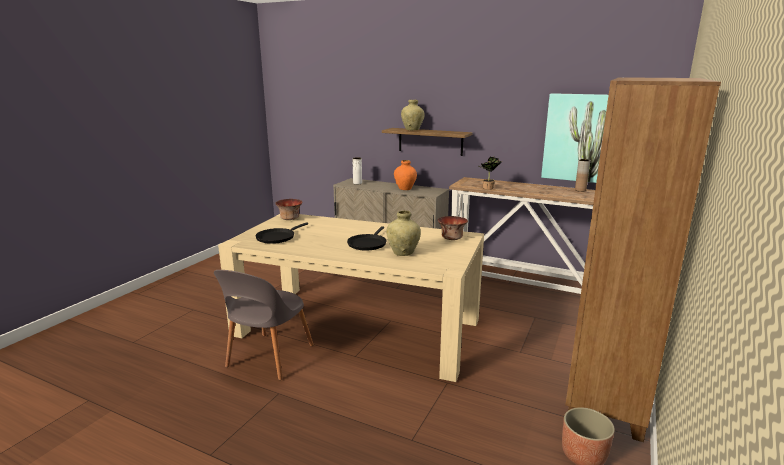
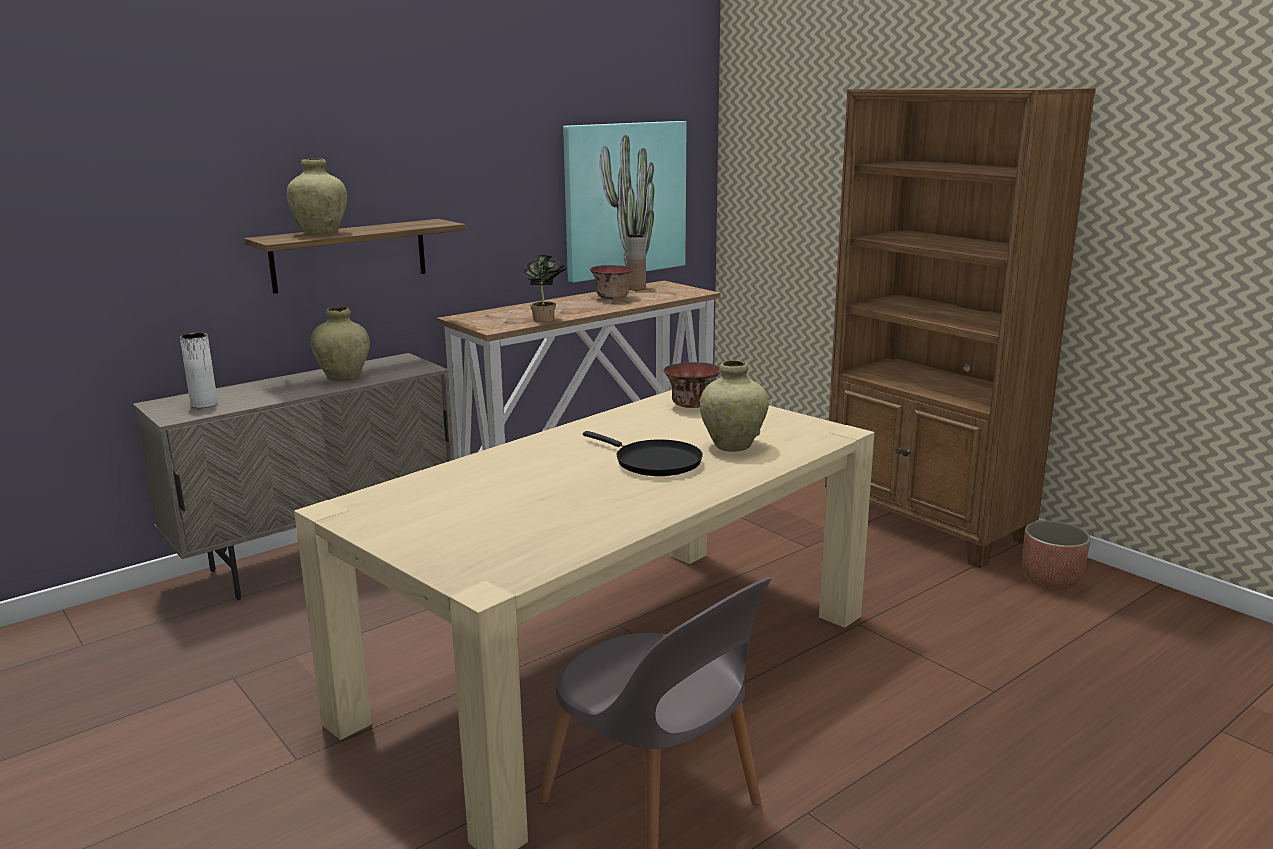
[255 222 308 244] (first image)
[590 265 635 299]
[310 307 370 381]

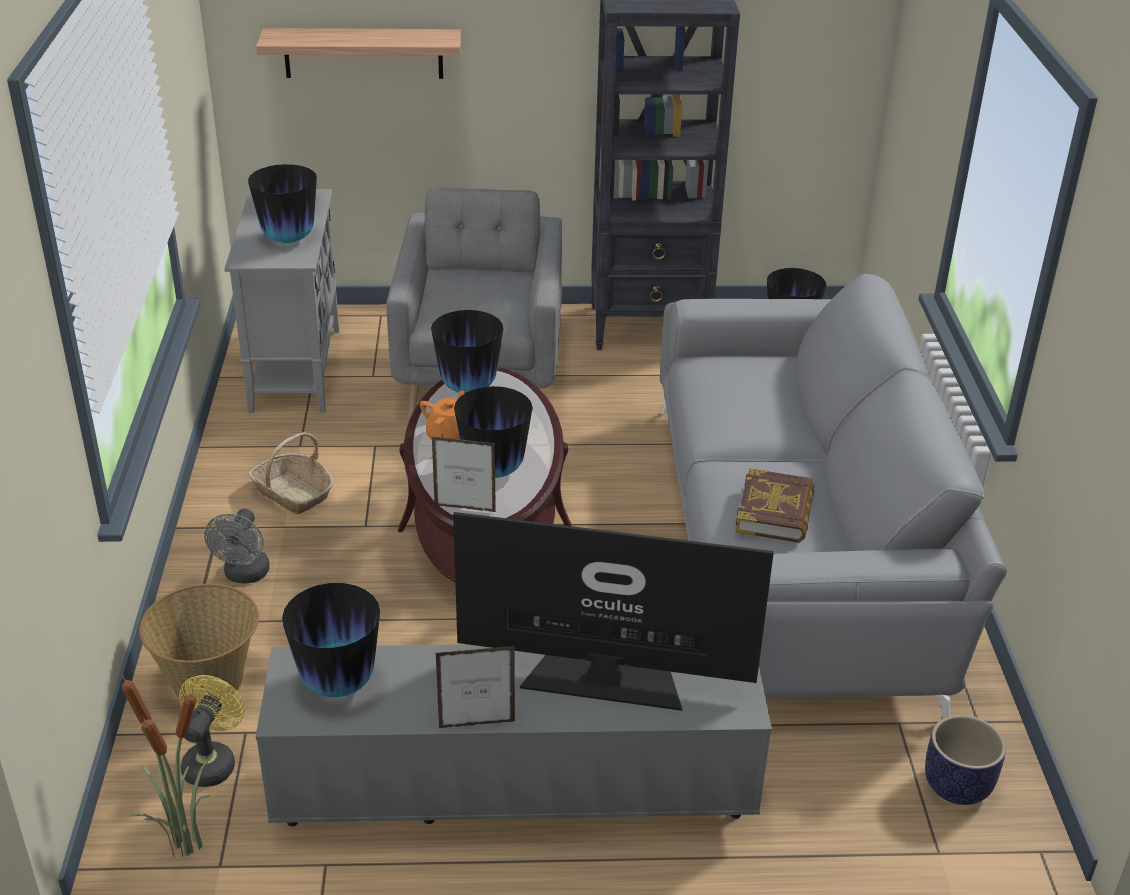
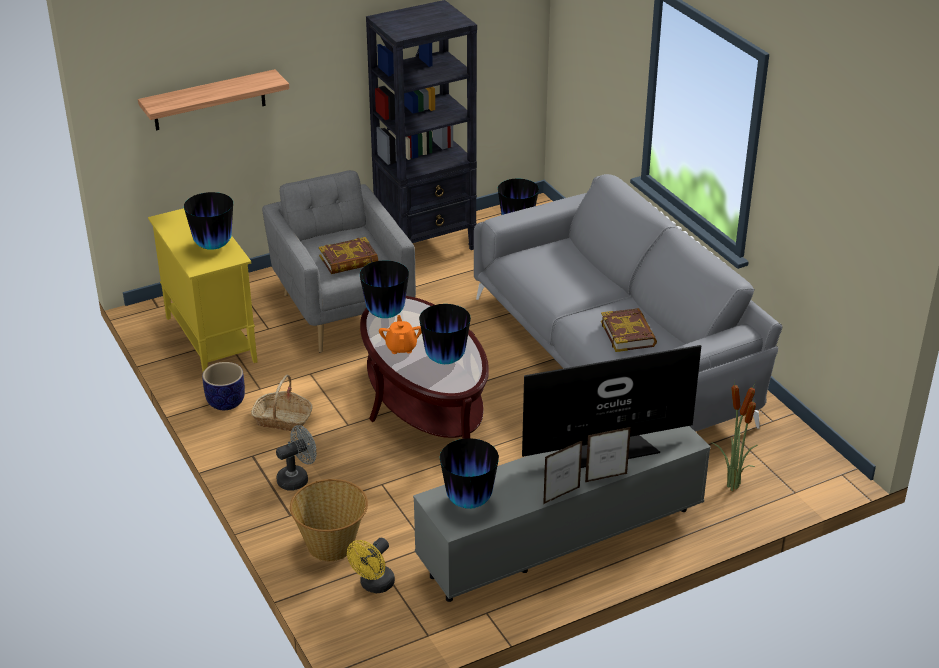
[712 381 758 491]
[347 538 395 593]
[276 425 316 490]
[148 208 257 372]
[585 427 631 482]
[202 362 245 410]
[319 237 379 274]

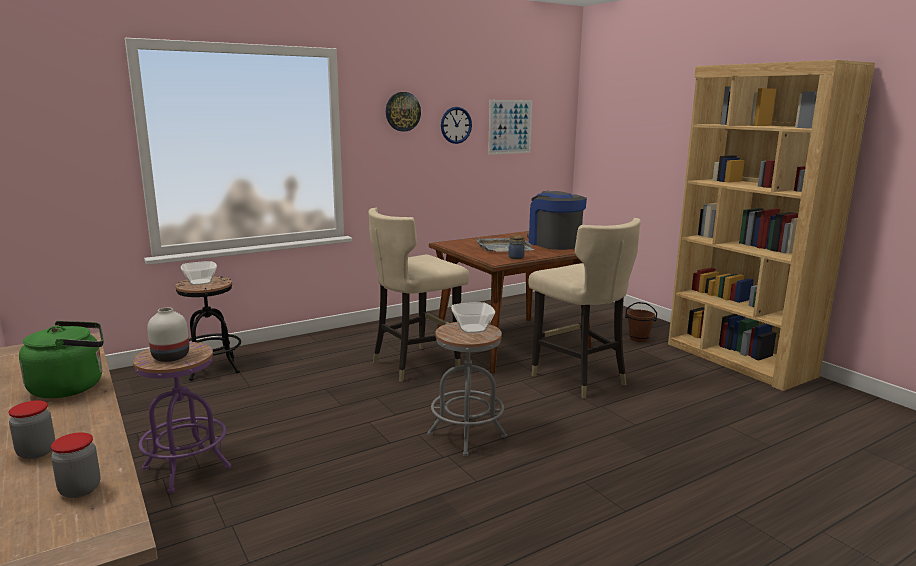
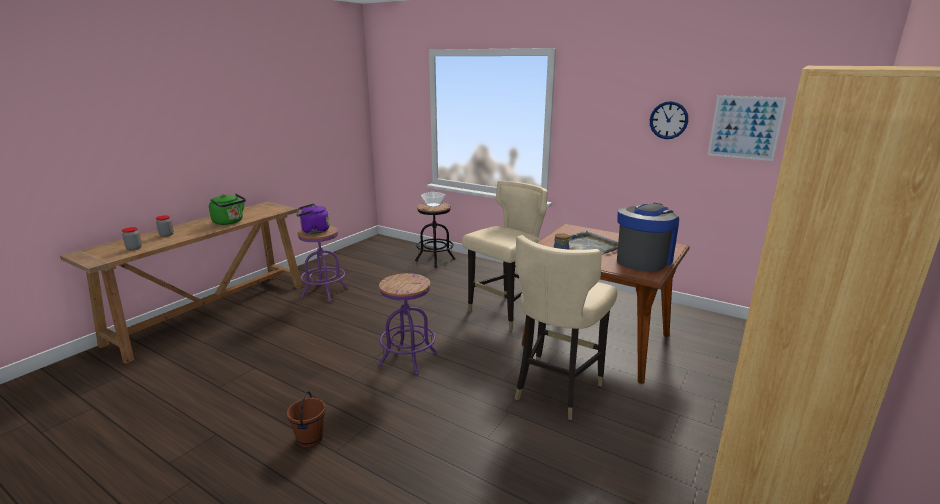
[296 204 330 234]
[462 181 548 330]
[386 92 421 132] (first image)
[379 273 437 375]
[451 302 495 333] (first image)
[287 391 326 447]

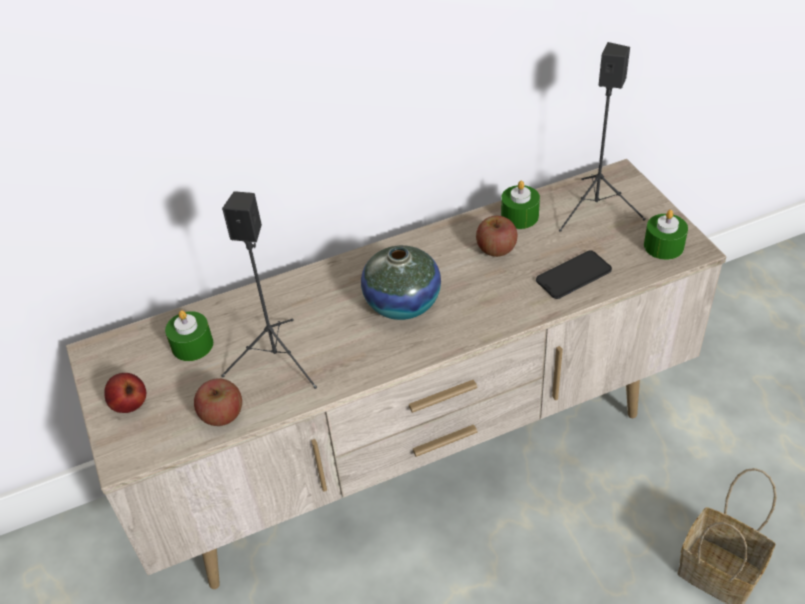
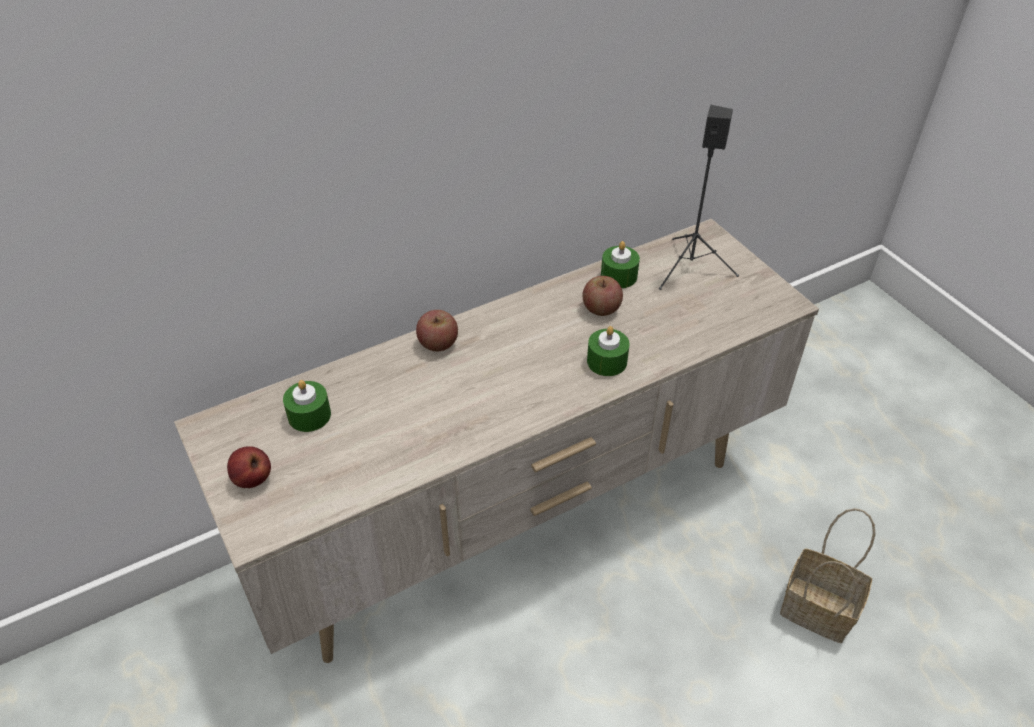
[416 310 458 351]
[221 191 317 389] (first image)
[361 245 441 320] (first image)
[536 250 612 299] (first image)
[587 326 630 376]

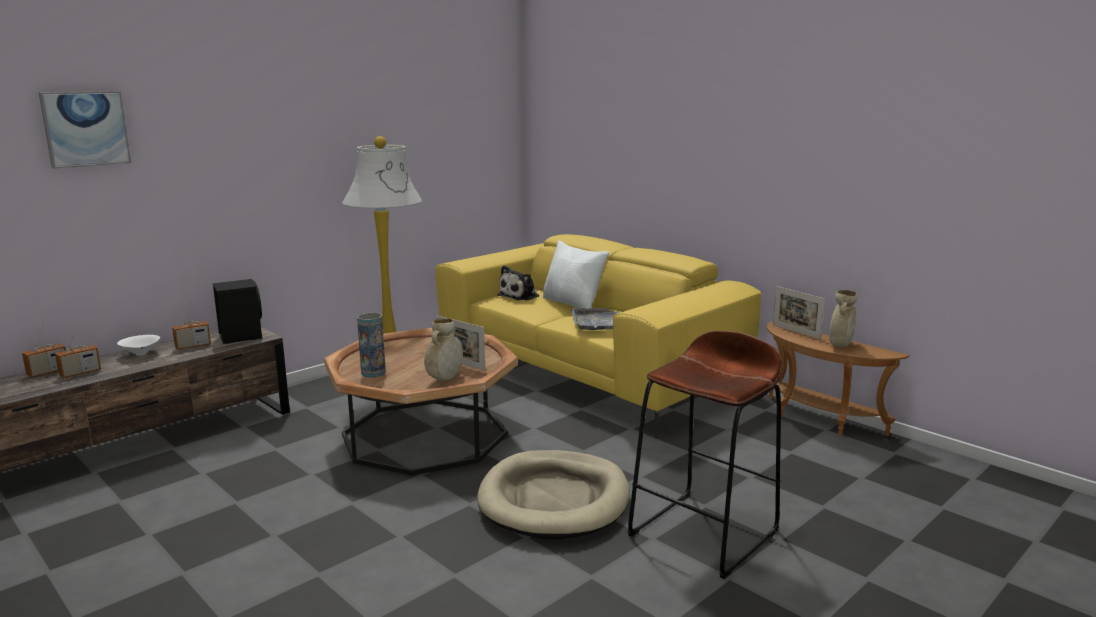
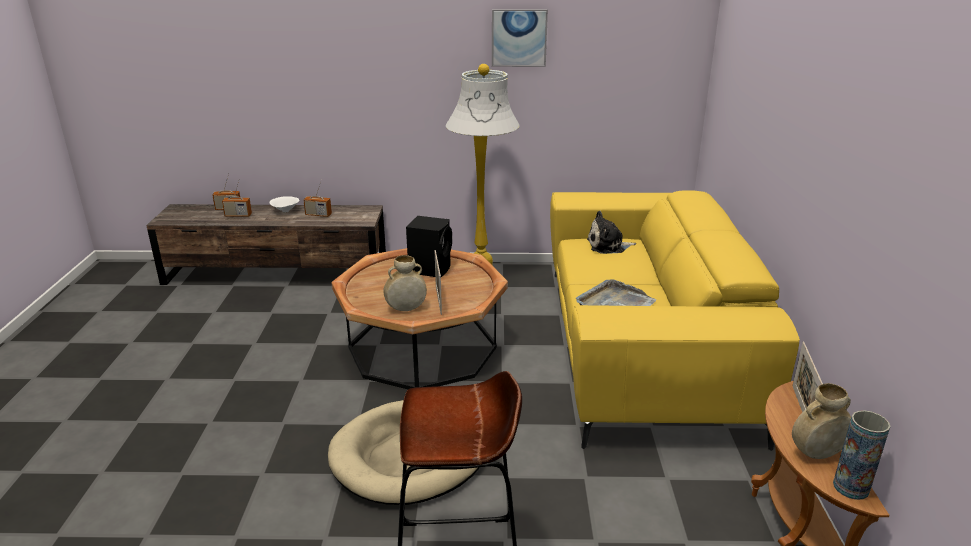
[492 9 548 67]
[406 216 452 277]
[833 410 890 500]
[543 240 609 309] (first image)

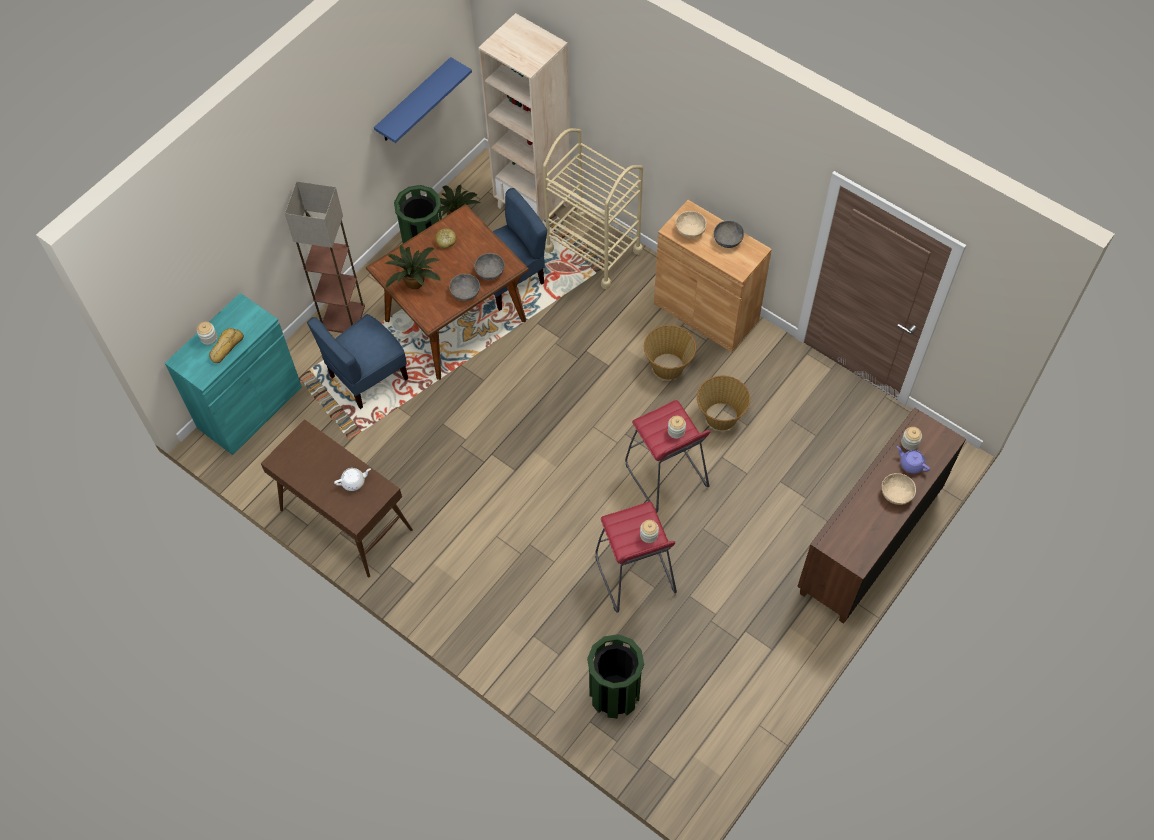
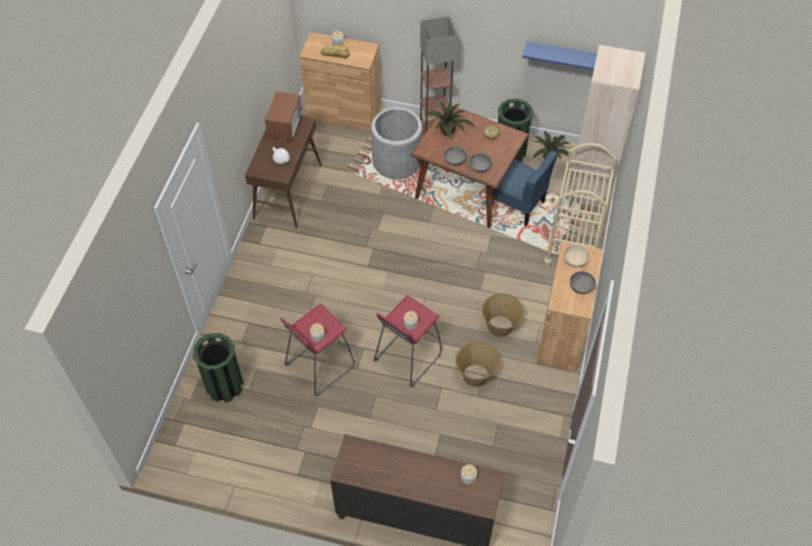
[299 32 381 131]
[371 107 422 179]
[882 473 916 505] (first image)
[897 446 930 474] (first image)
[265 91 302 141]

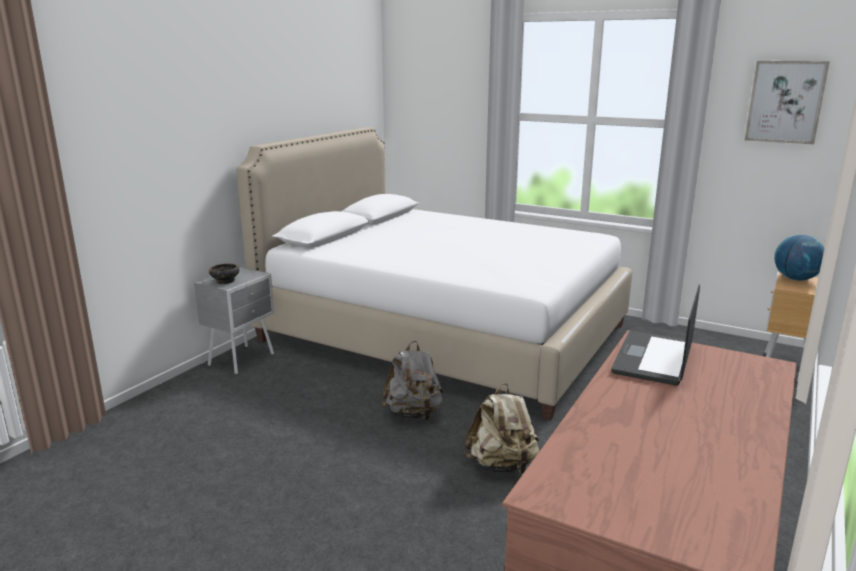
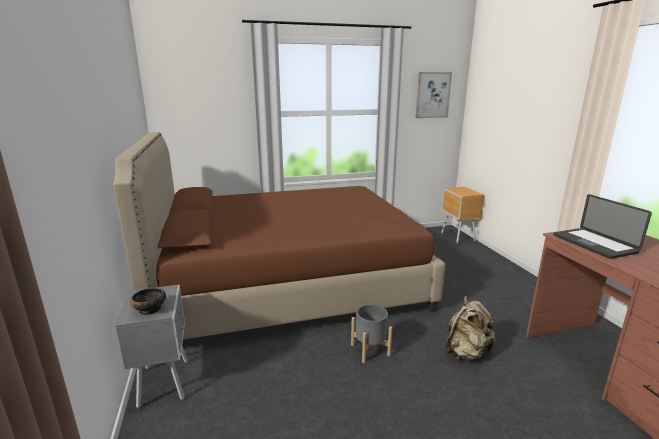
[113 132 445 340]
[351 304 392 363]
[774 235 824 280] (first image)

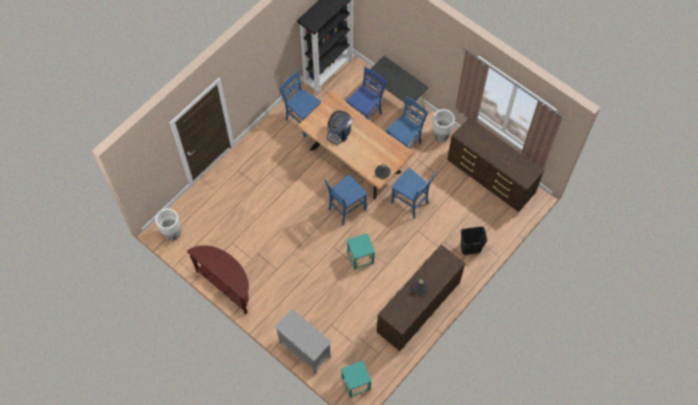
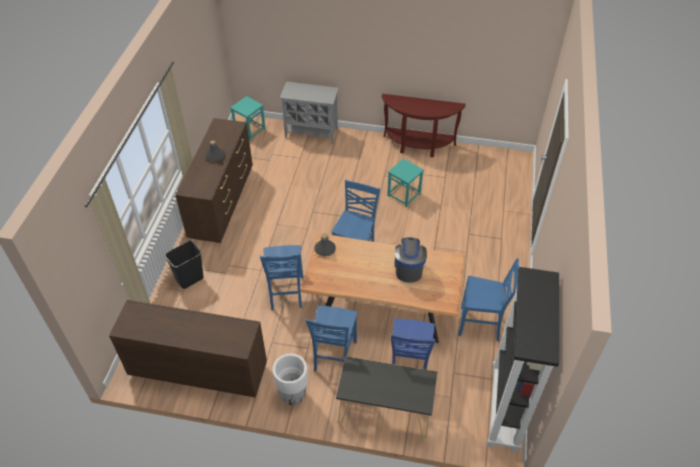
[155 208 181 241] (first image)
[387 158 424 207]
[260 245 303 310]

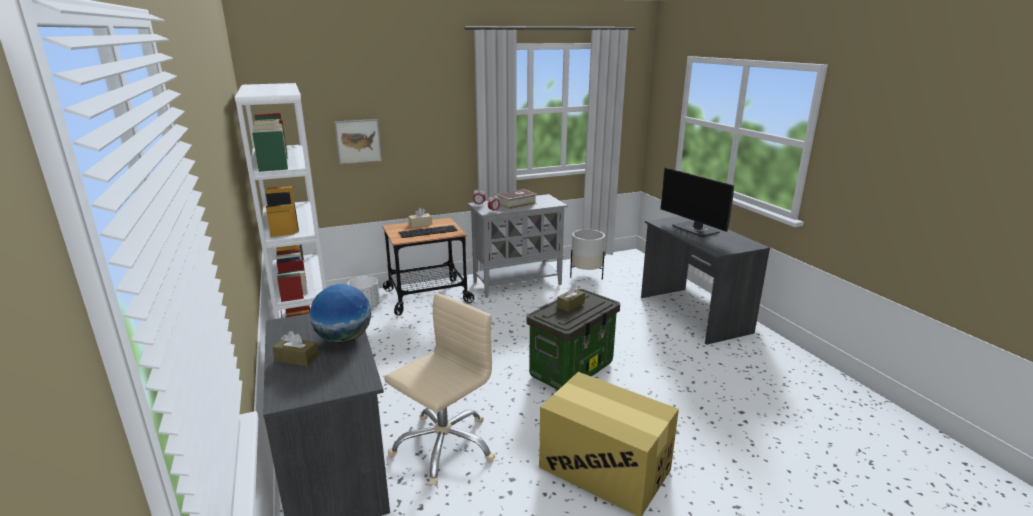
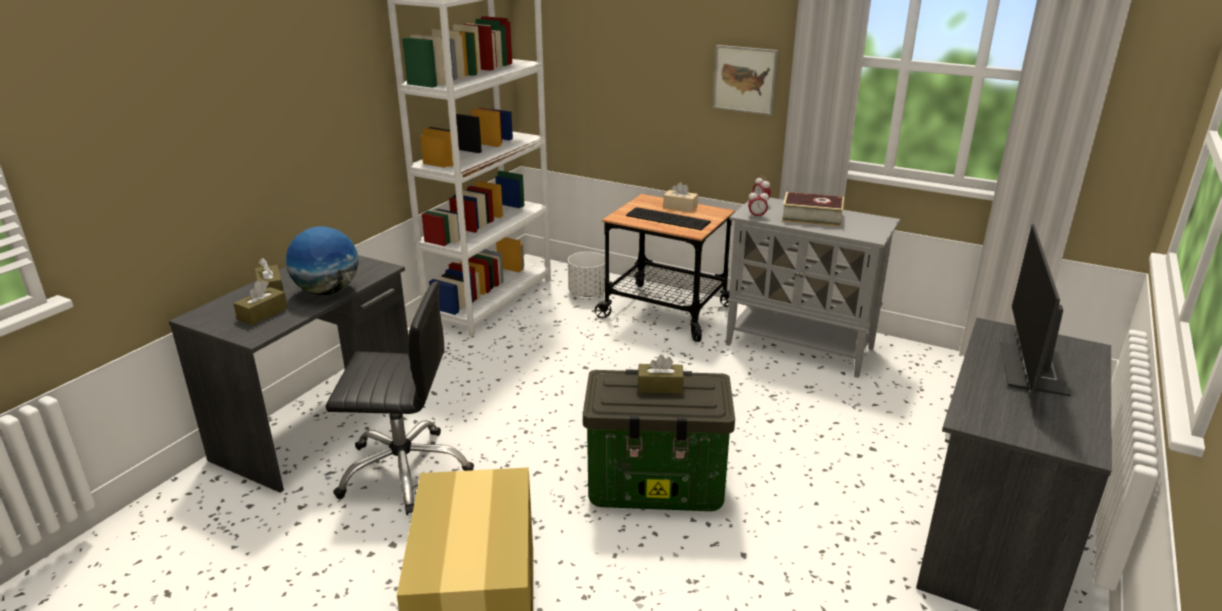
[713 45 778 115]
[325 281 474 515]
[570 229 605 280] (first image)
[233 281 288 326]

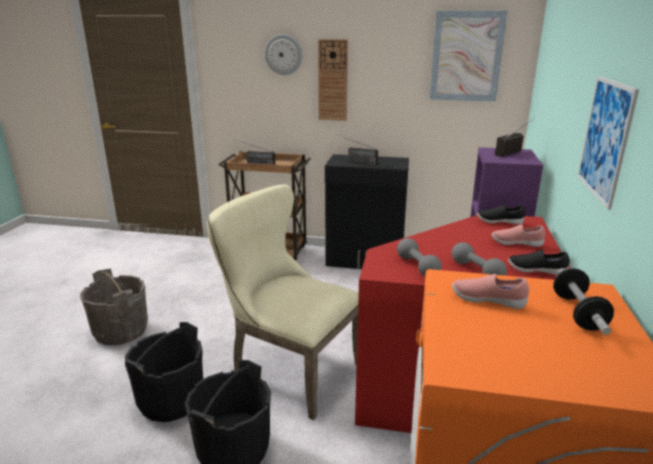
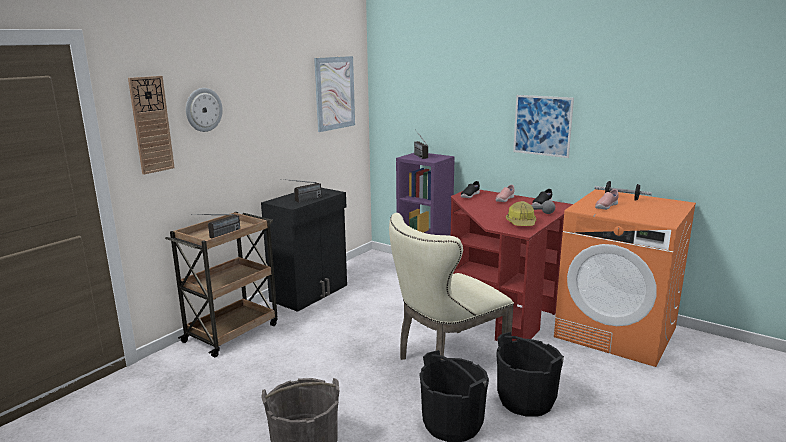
[128 76 175 175]
[506 201 536 226]

